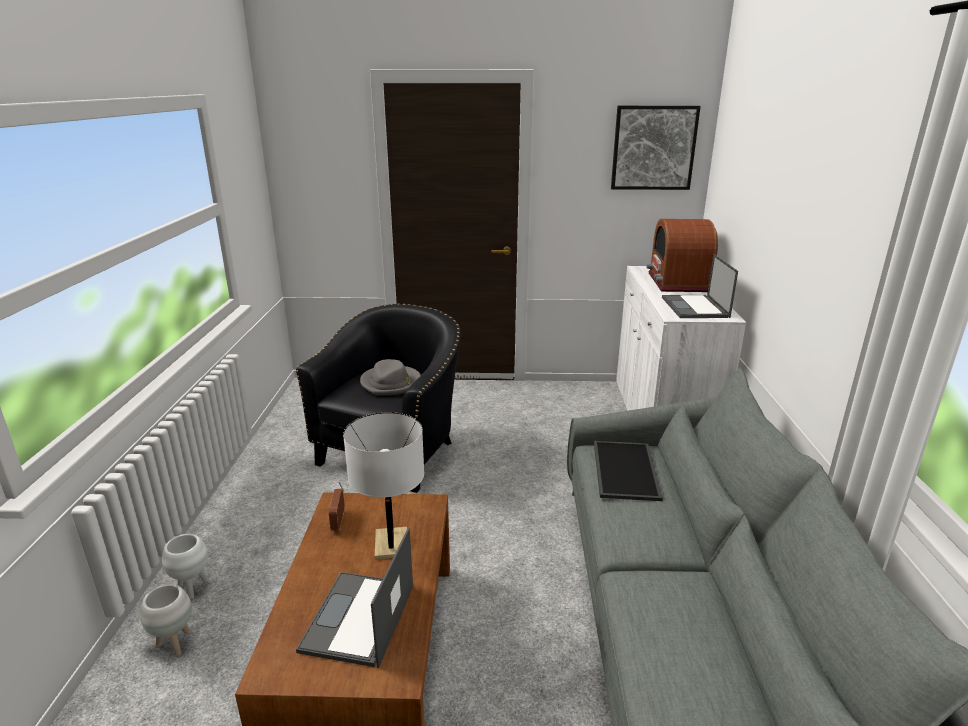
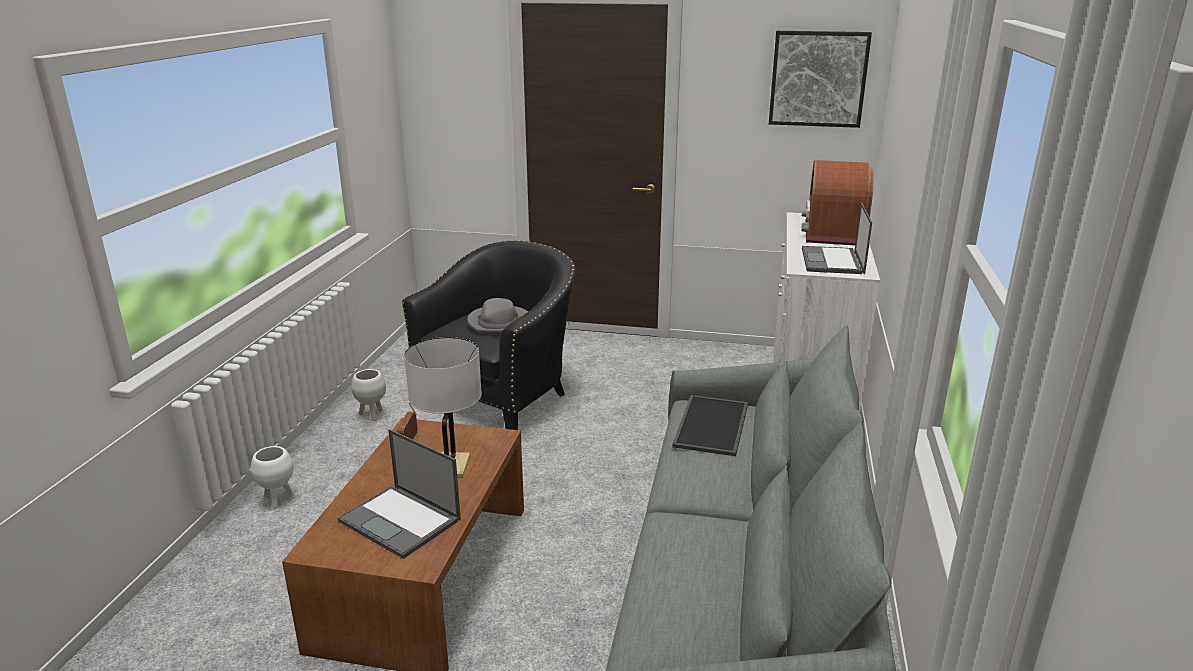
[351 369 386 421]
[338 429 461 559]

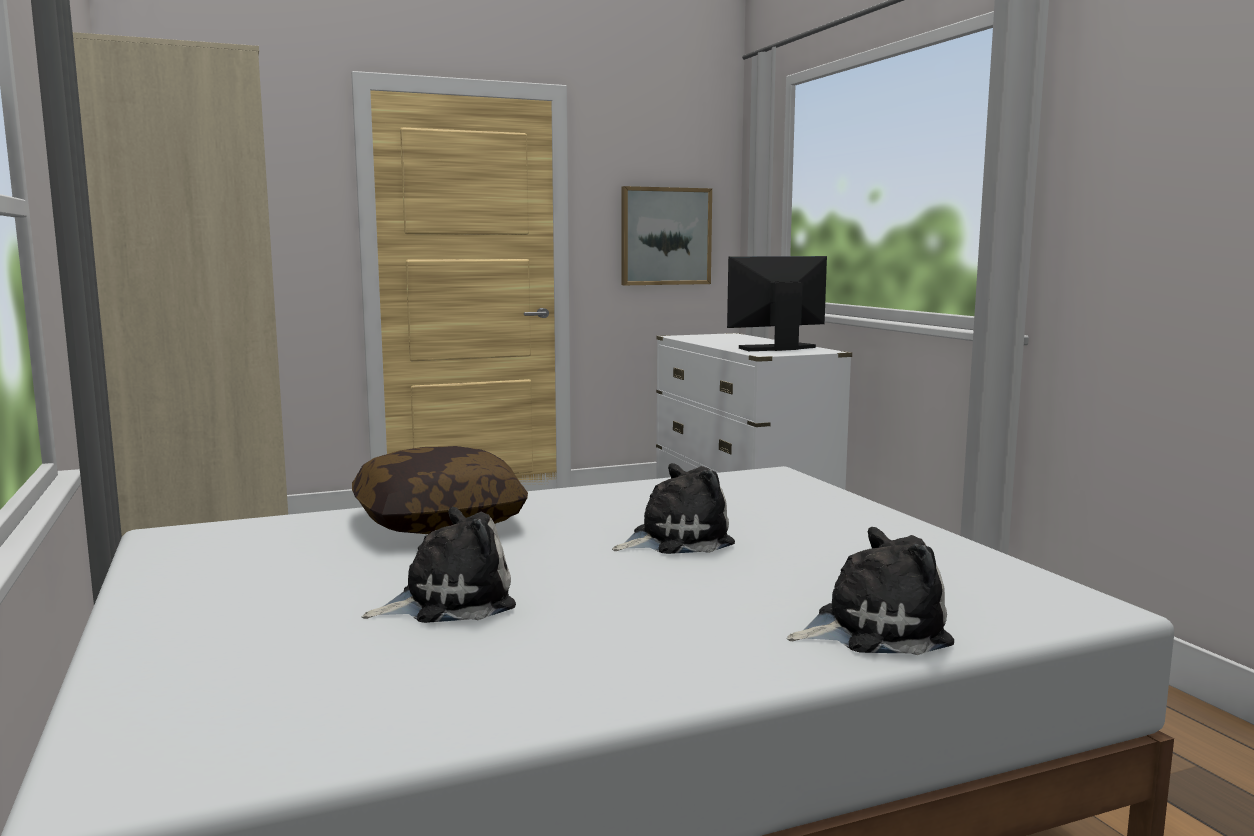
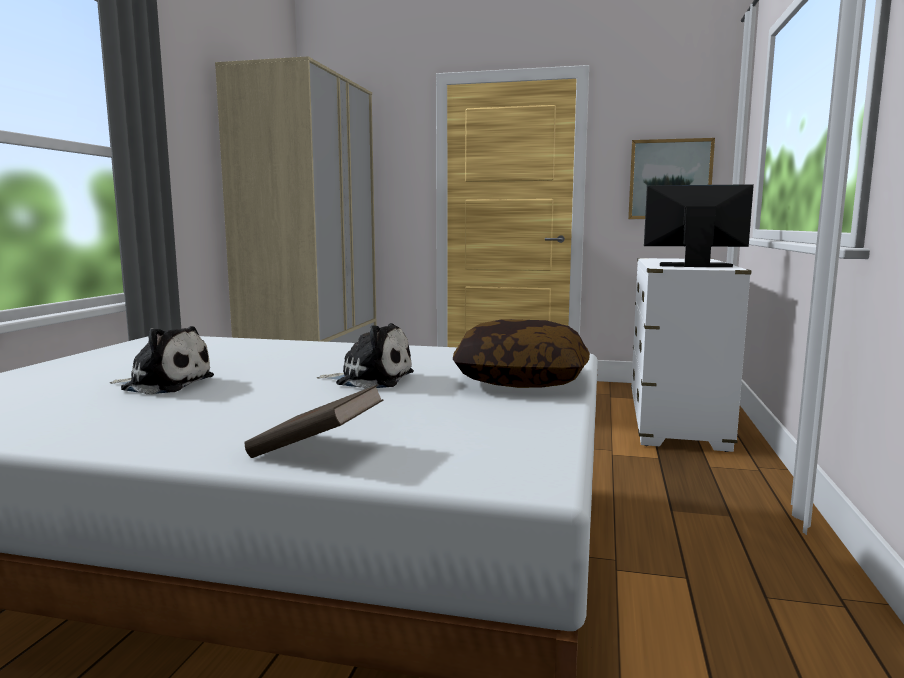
[453 319 590 388]
[244 385 384 458]

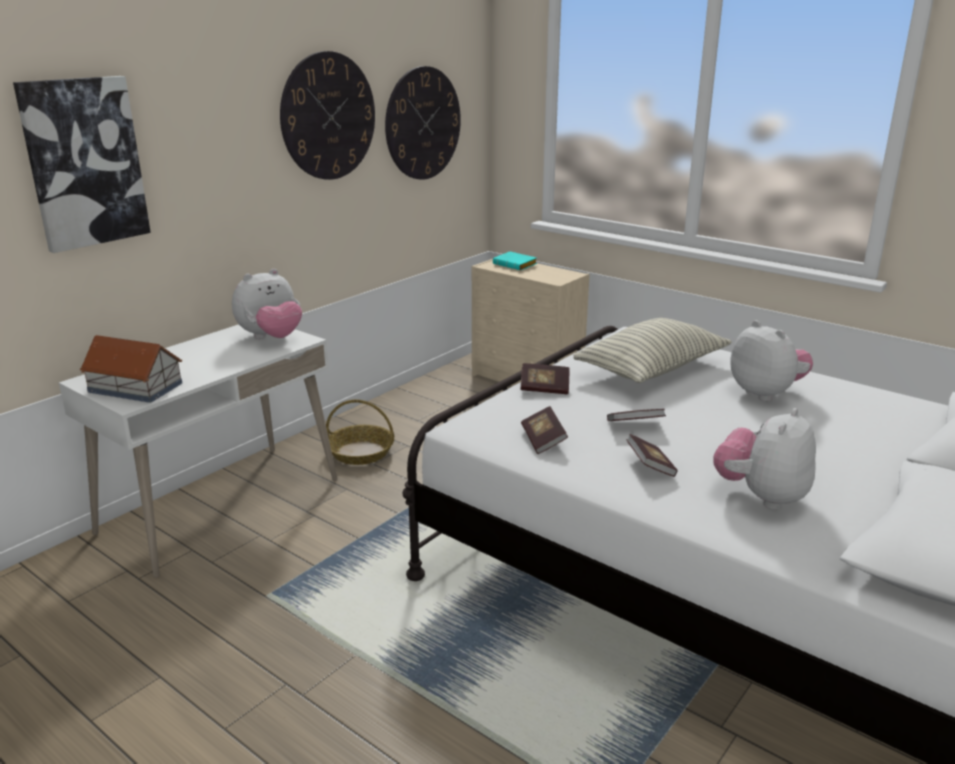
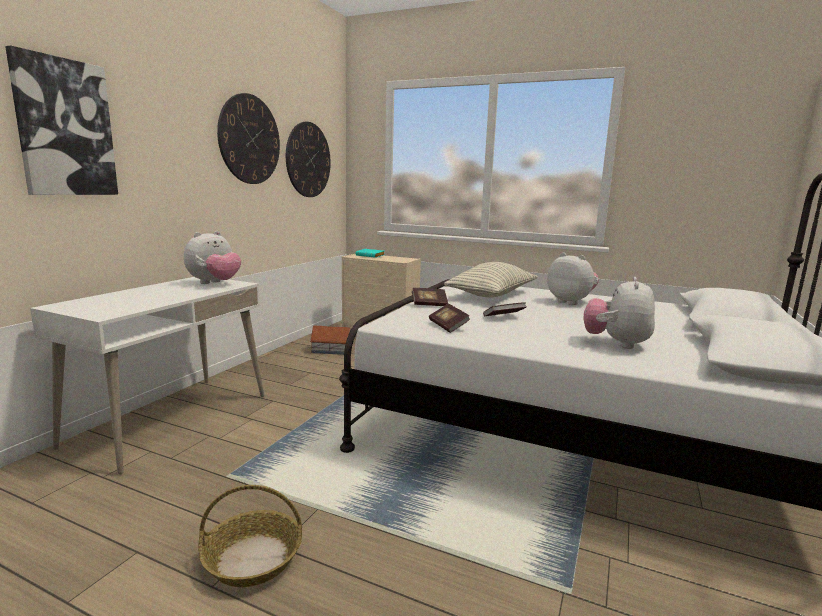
[310 326 351 355]
[198 485 302 587]
[626 434 678 477] (first image)

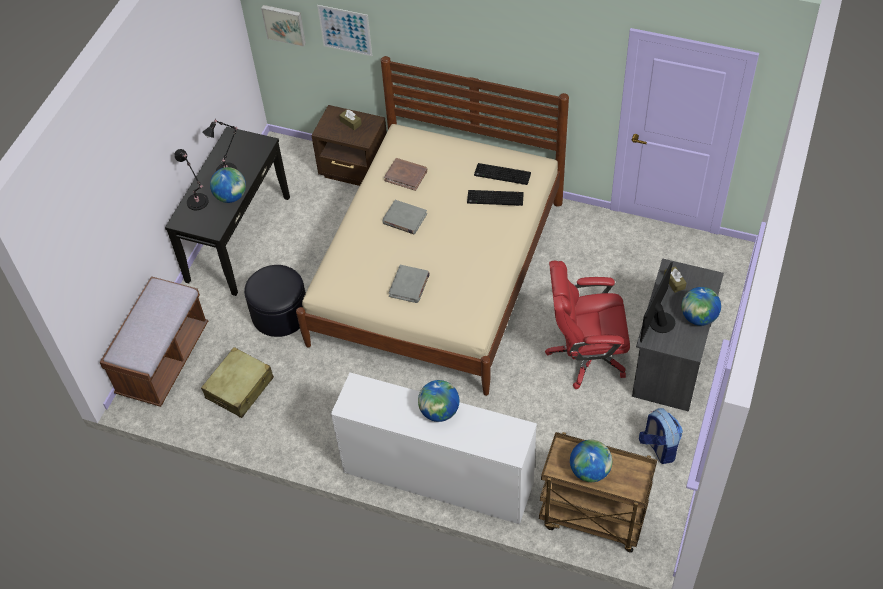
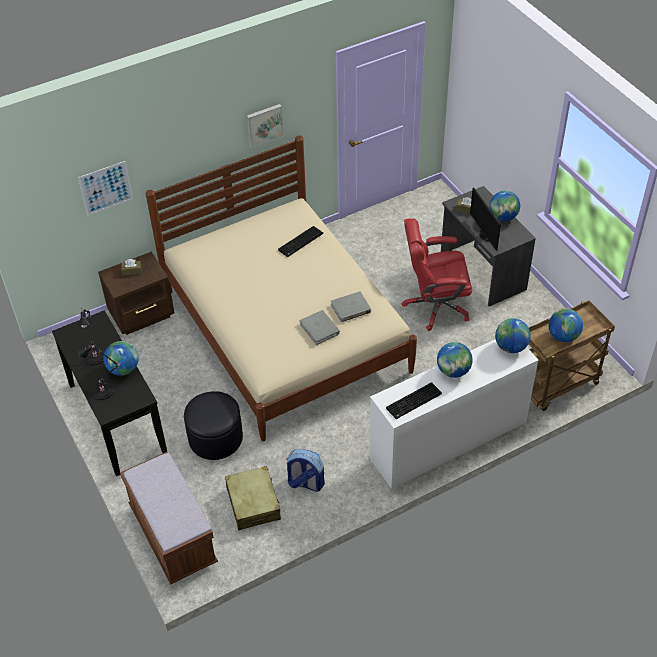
[247 104 284 147]
[331 291 371 322]
[384 158 427 191] (first image)
[386 382 442 419]
[401 218 472 331]
[286 449 325 492]
[495 318 531 353]

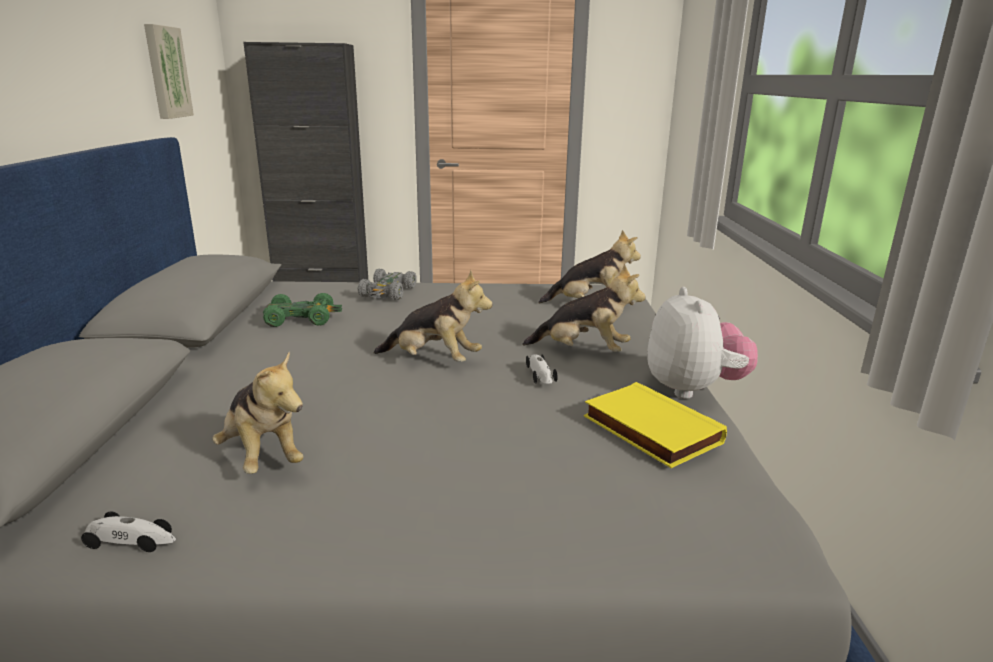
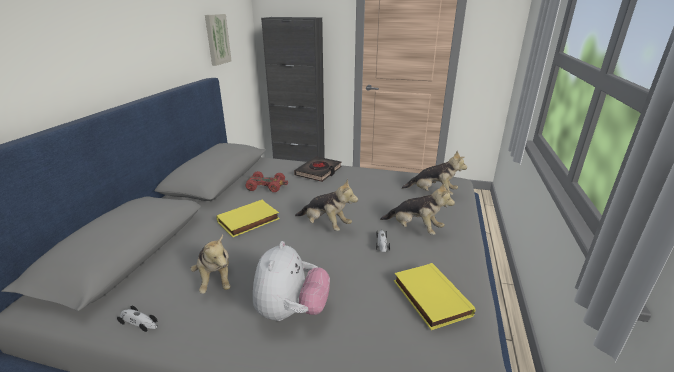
[246 171 288 192]
[294 157 342 182]
[253 241 330 321]
[217 200 280 237]

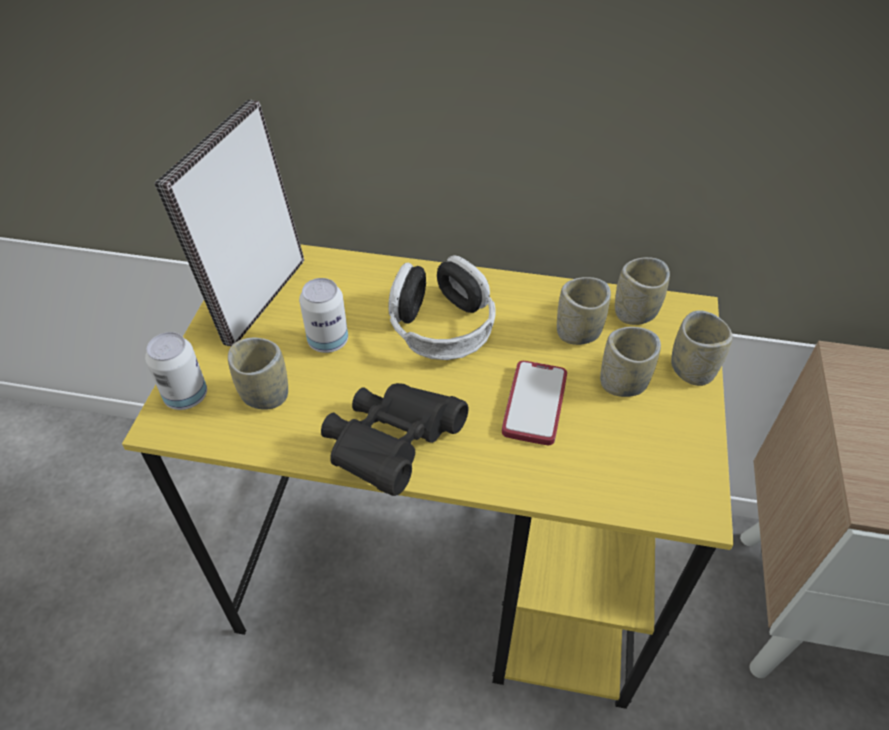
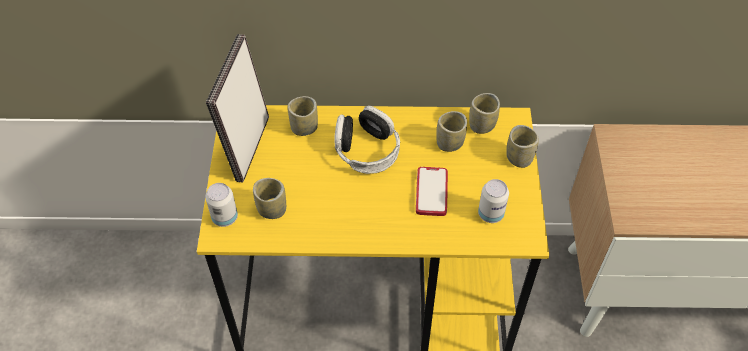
[478 179 509 223]
[321 383 469 496] (first image)
[287 96 318 136]

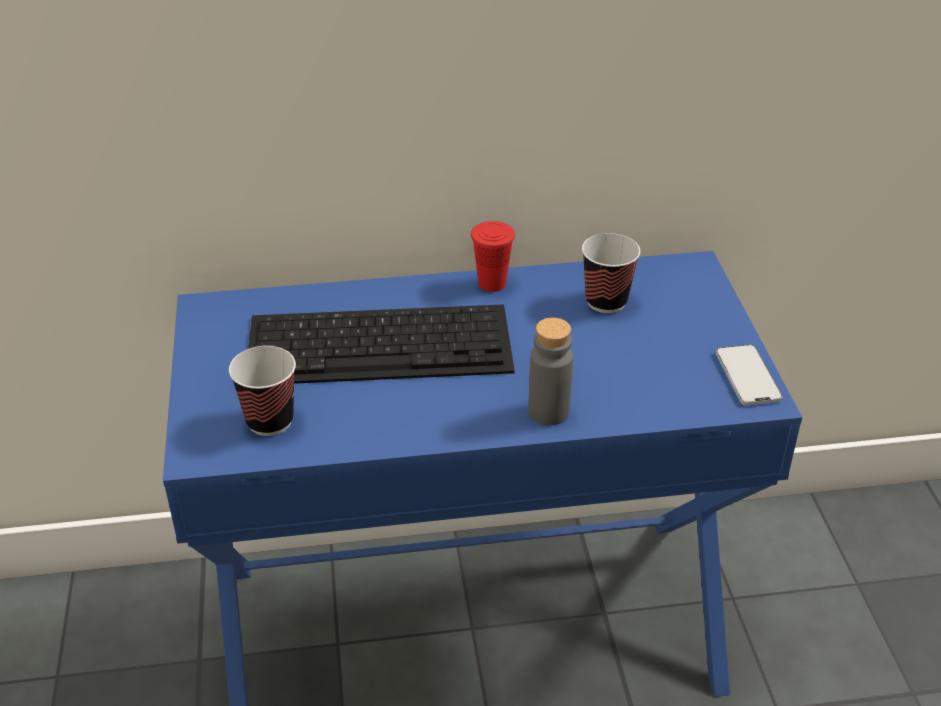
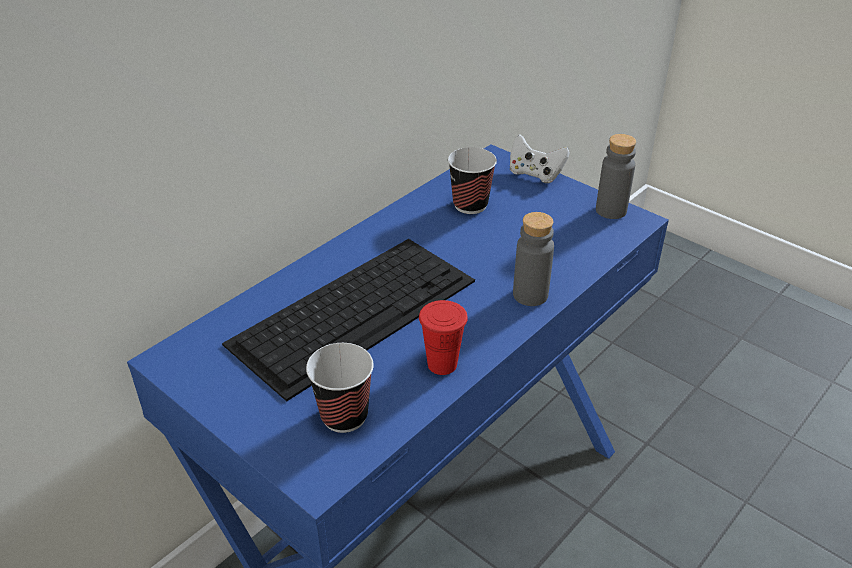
[419 300 468 375]
[596 134 636 219]
[509 134 570 183]

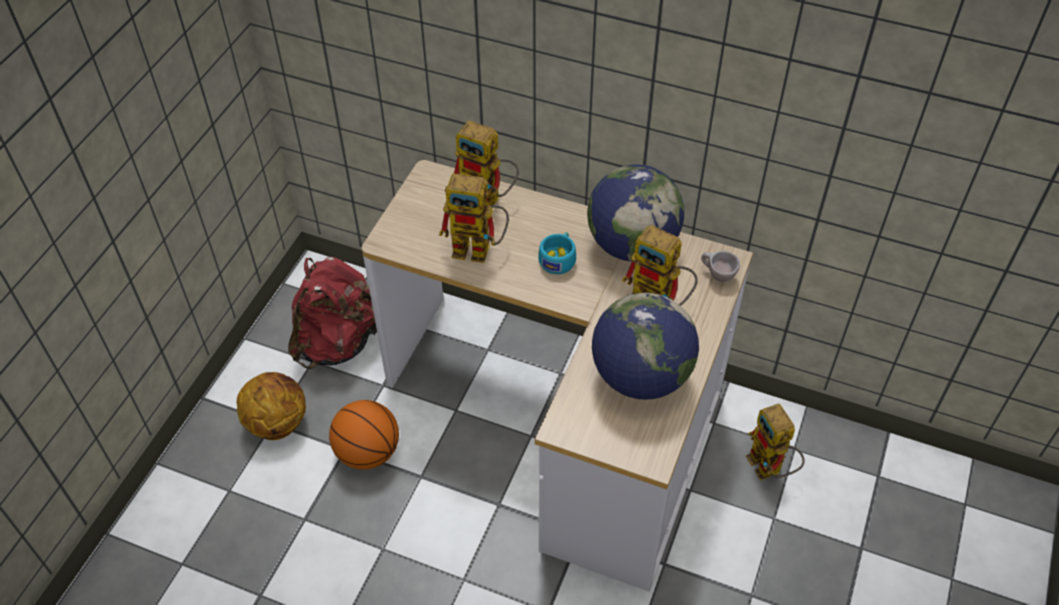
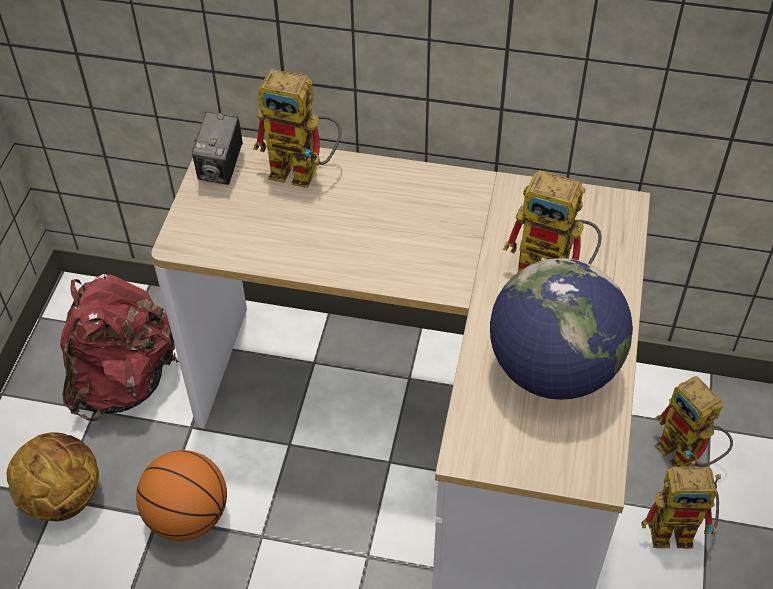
[641 467 721 549]
[538 232 576 274] (first image)
[587 164 684 261] (first image)
[701 251 740 282] (first image)
[192 111 243 185]

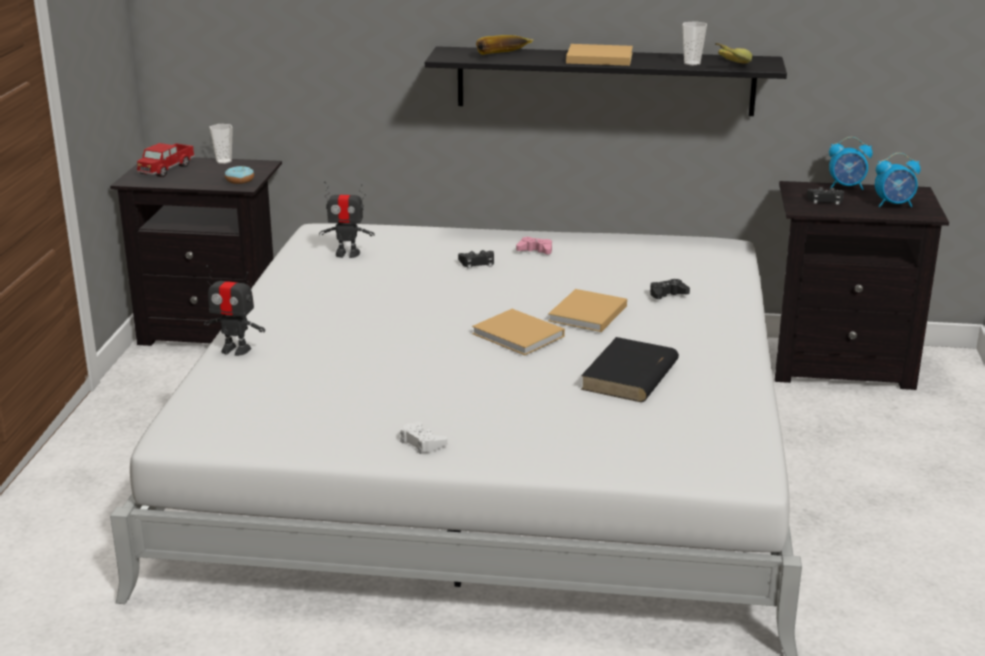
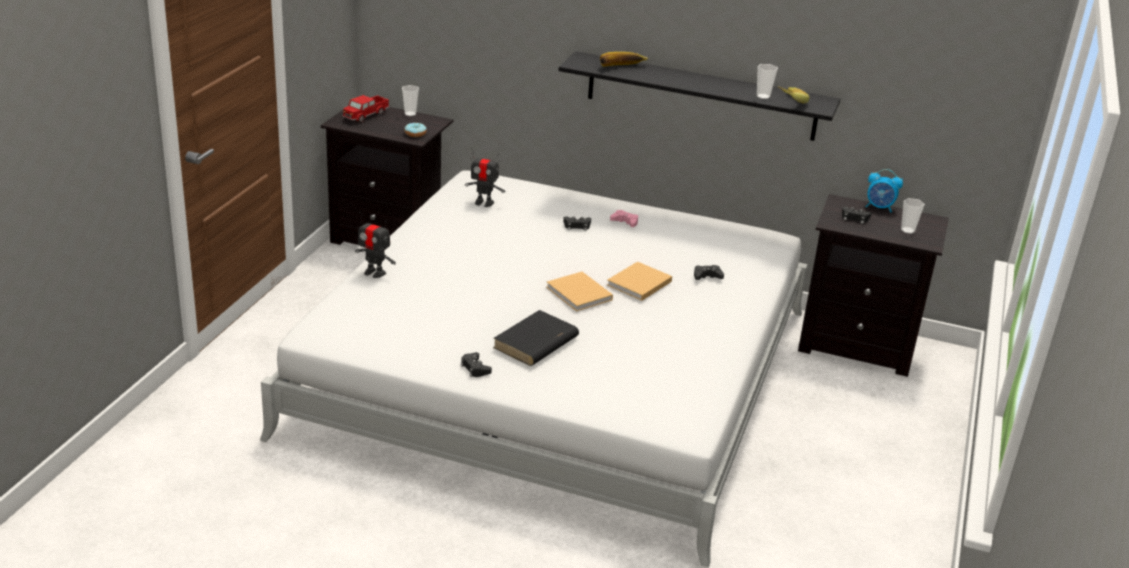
[461 352 492 377]
[566 44 633 66] (first image)
[493 310 579 366]
[901 198 925 234]

